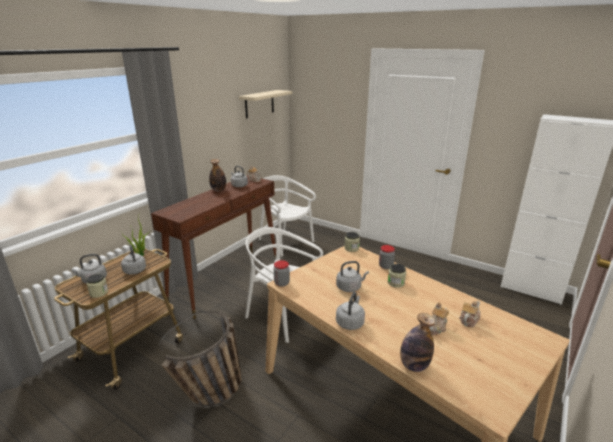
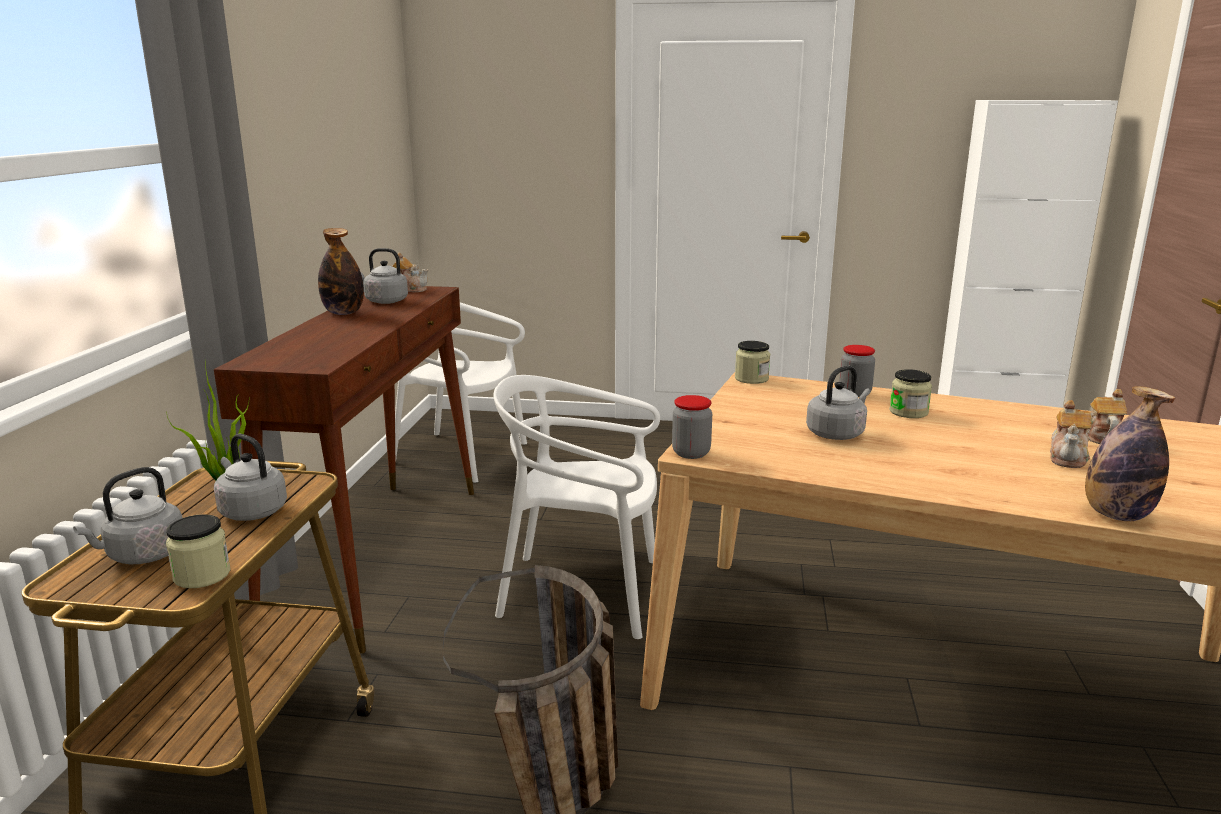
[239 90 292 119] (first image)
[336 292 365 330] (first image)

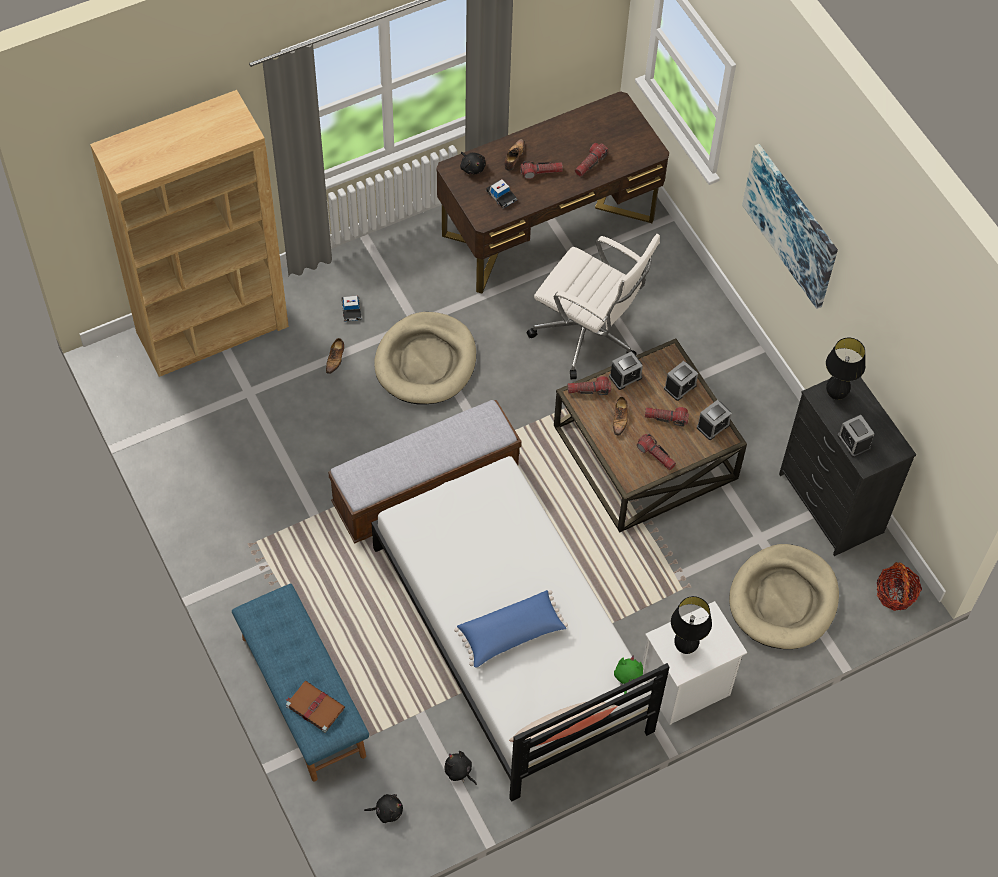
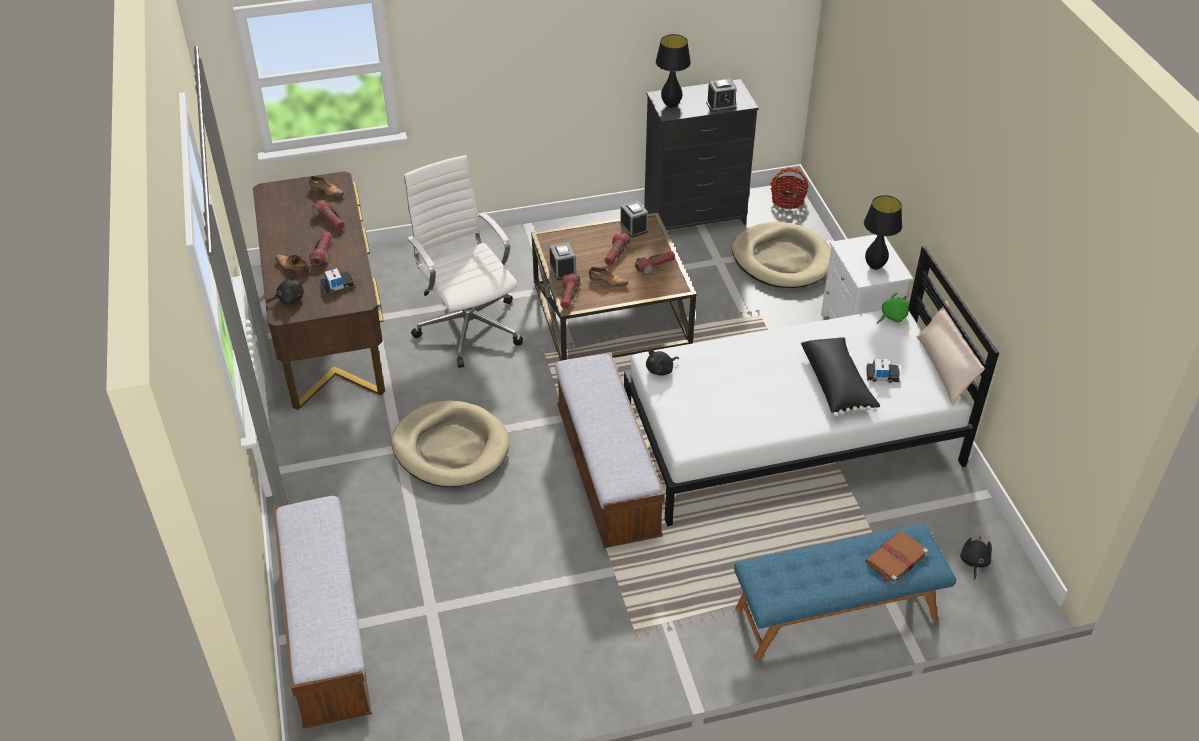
[273 495 372 729]
[309 176 344 197]
[866 359 900 383]
[646 350 679 376]
[801 336 880 417]
[404 155 523 368]
[877 292 909 324]
[664 361 698 401] (first image)
[742 144 838 309] (first image)

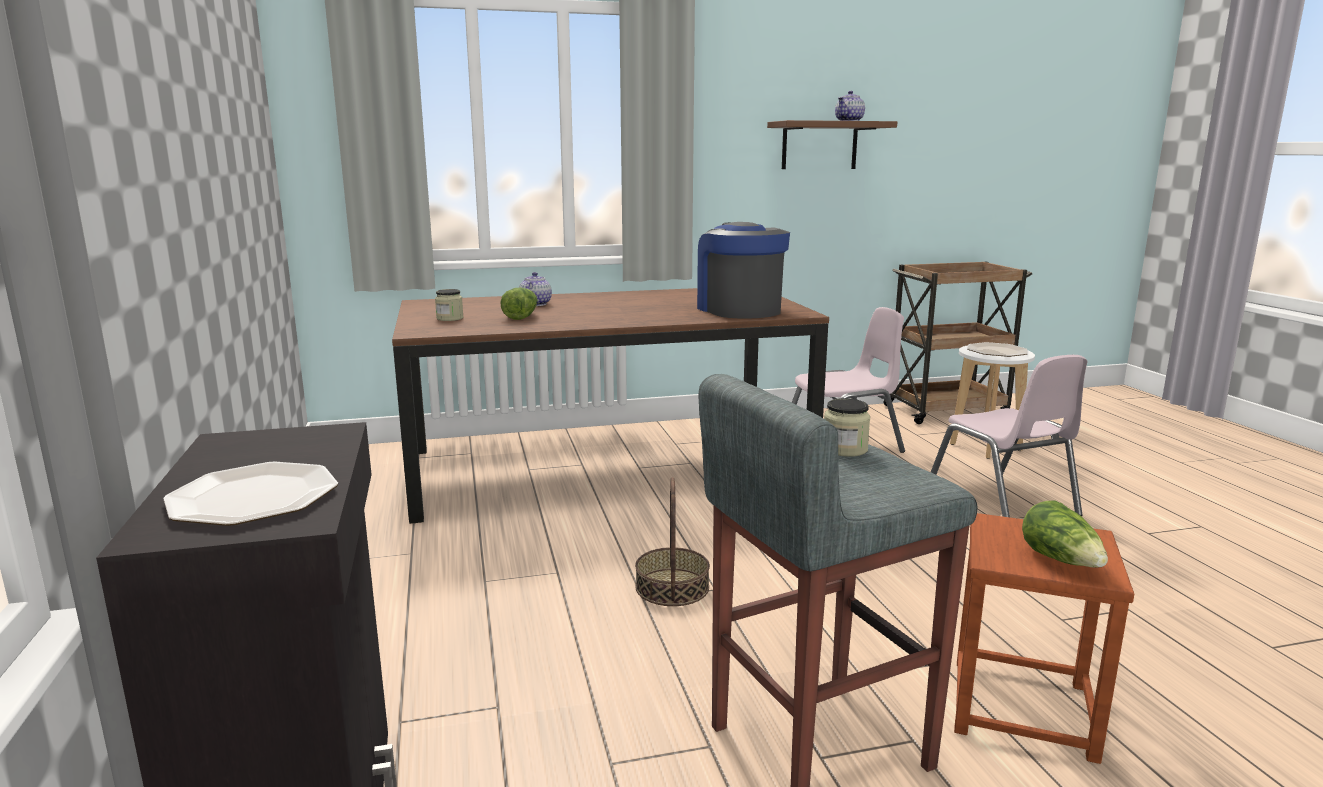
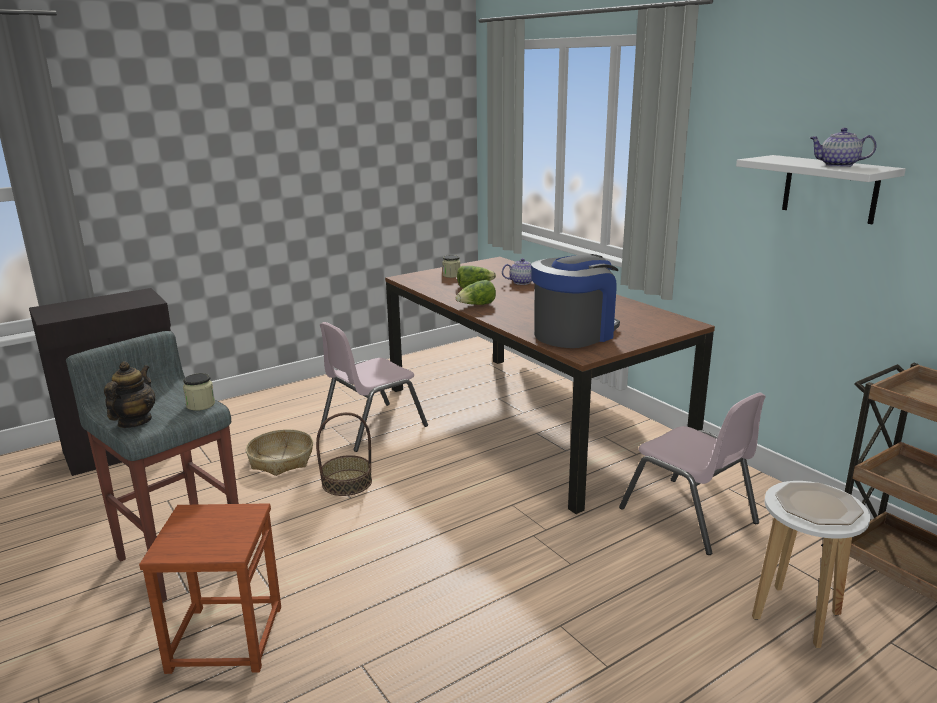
[163 462 338 526] (first image)
[736 155 906 224]
[320 322 428 452]
[456 280 496 305]
[104 361 155 428]
[246 429 313 476]

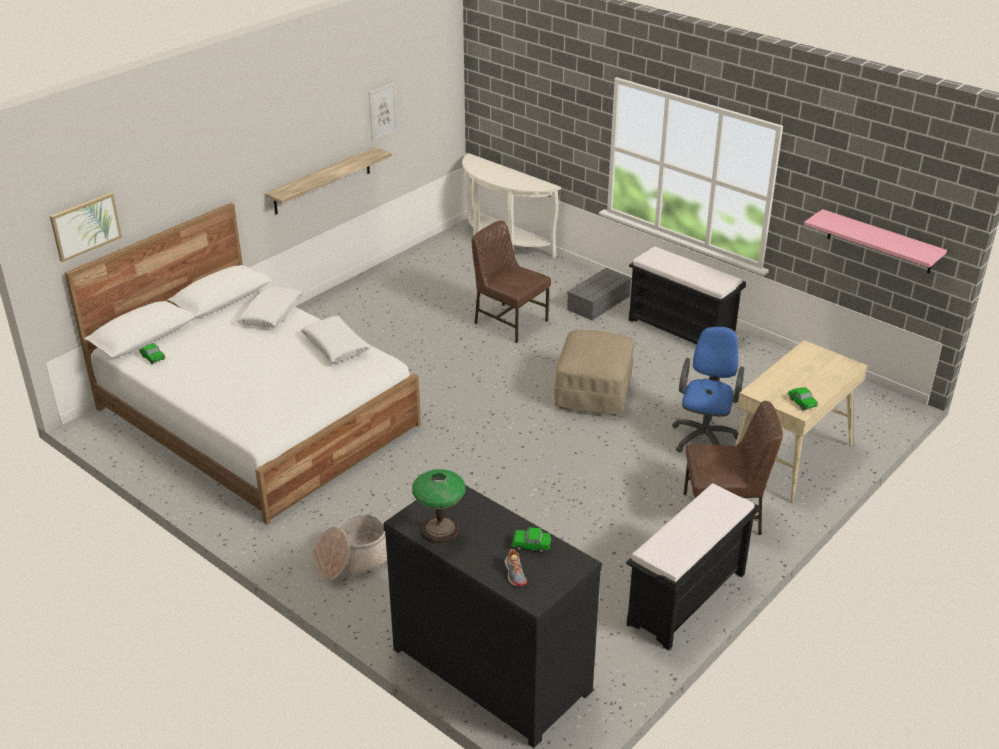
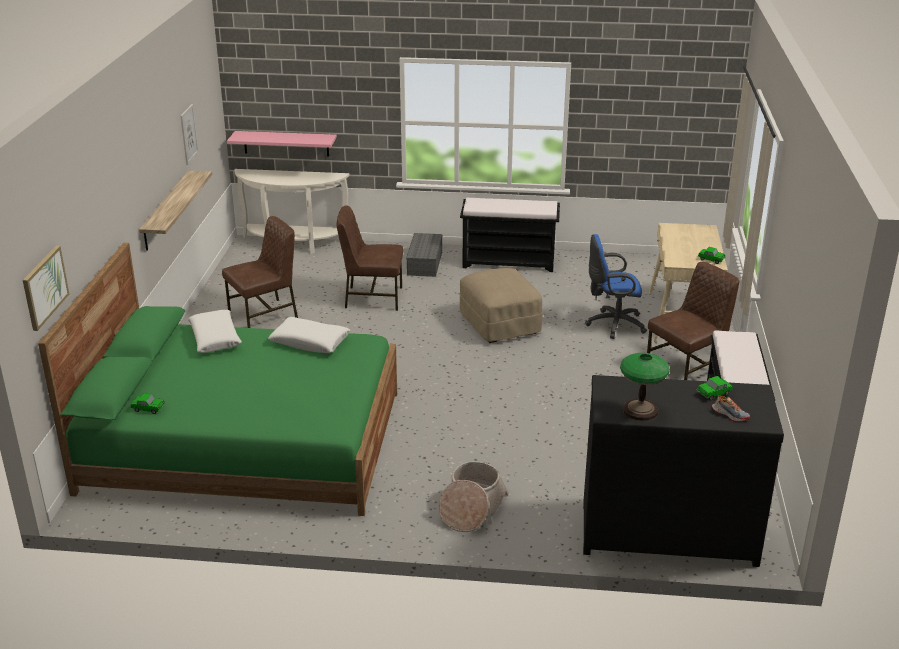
[38 243 397 516]
[585 234 647 339]
[227 131 337 157]
[222 216 298 328]

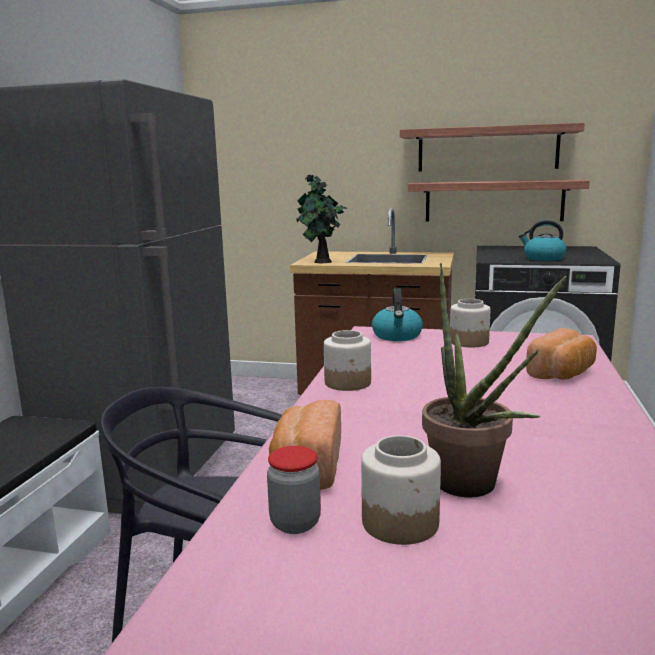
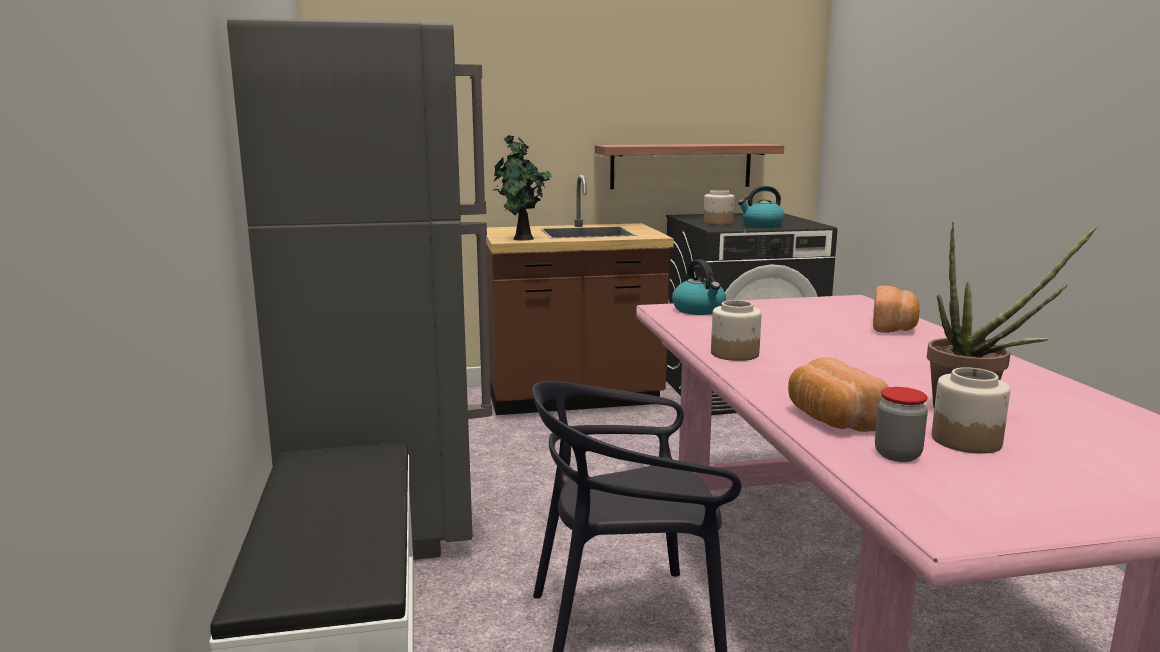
[400 123 585 172] (first image)
[704 190 734 225]

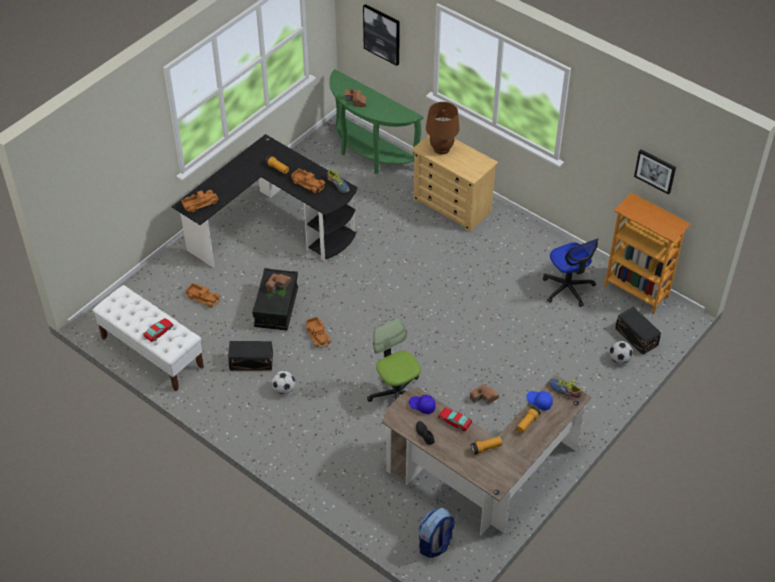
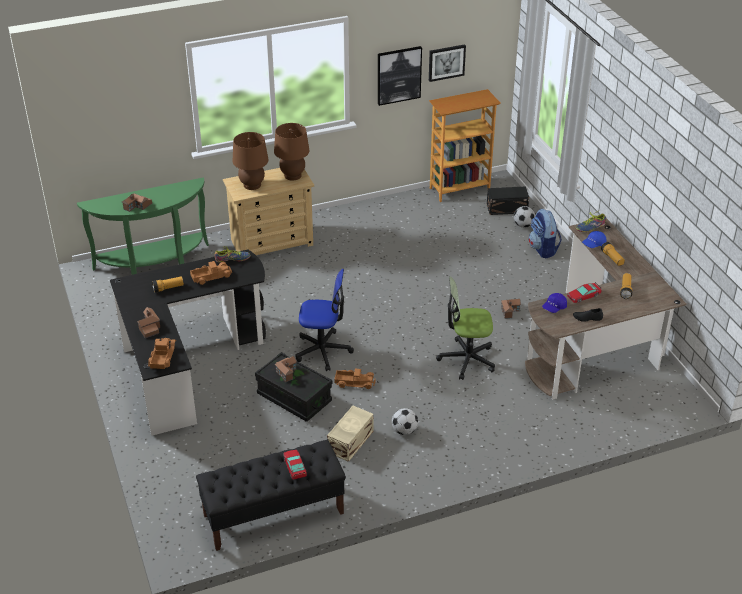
[196 440 346 551]
[185 283 220 308] (first image)
[327 406 374 462]
[378 46 422 106]
[529 209 562 258]
[295 269 354 371]
[137 307 160 338]
[274 123 310 180]

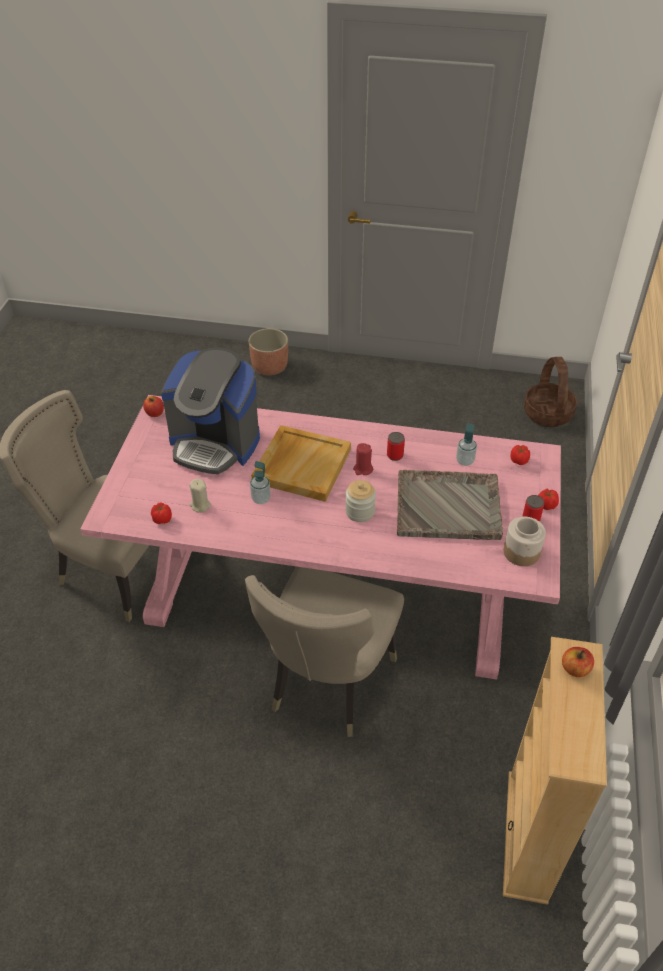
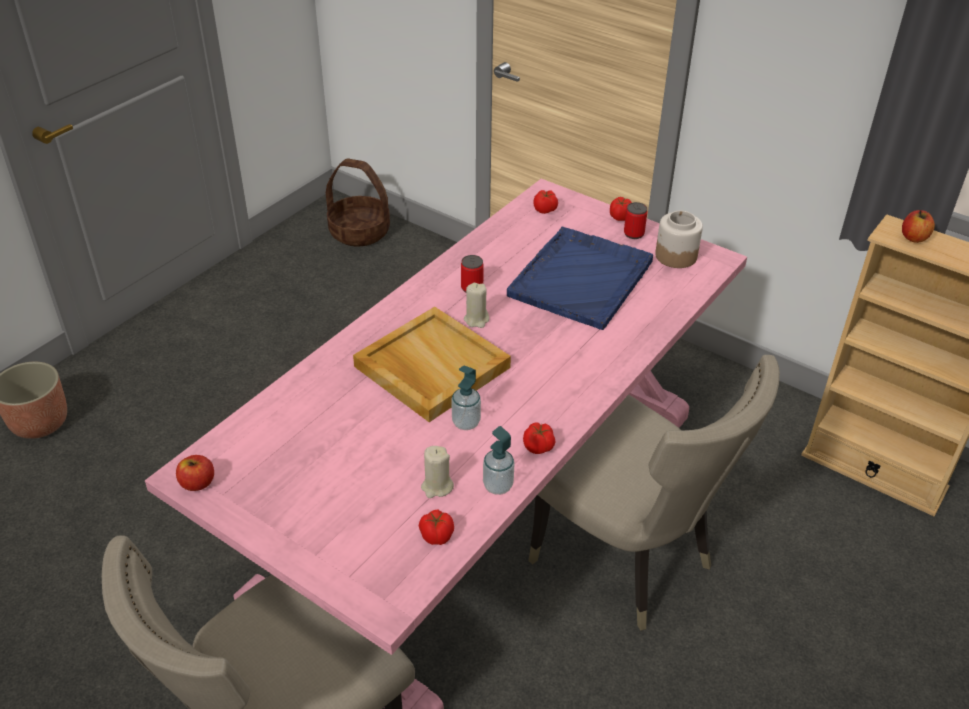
[161 347 260 474] (first image)
[345 480 376 522] (first image)
[464 283 489 328]
[507 227 653 330]
[483 426 515 495]
[523 422 555 454]

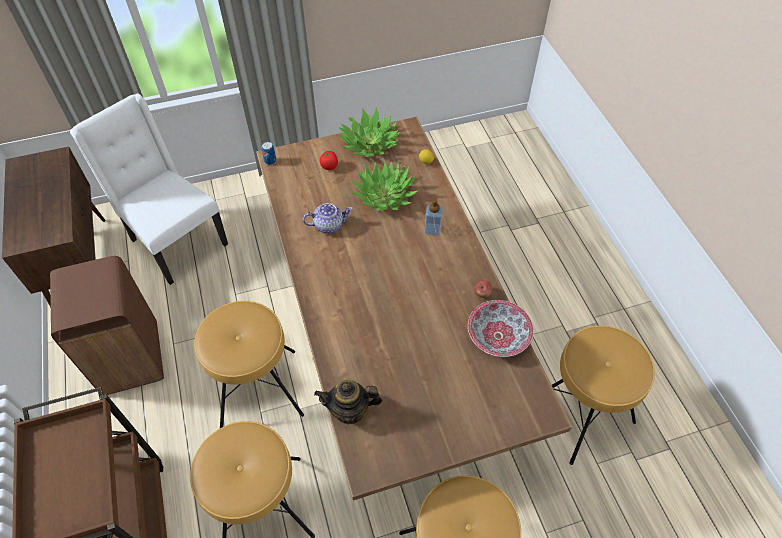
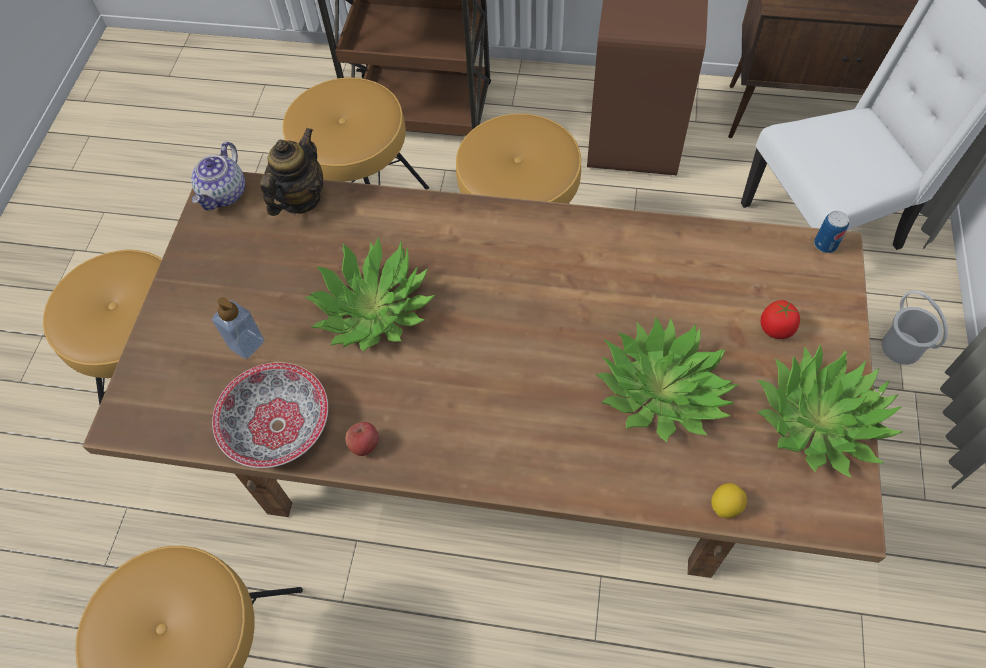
[191 142 245 211]
[212 297 265 359]
[304 237 435 352]
[882 290 948 365]

